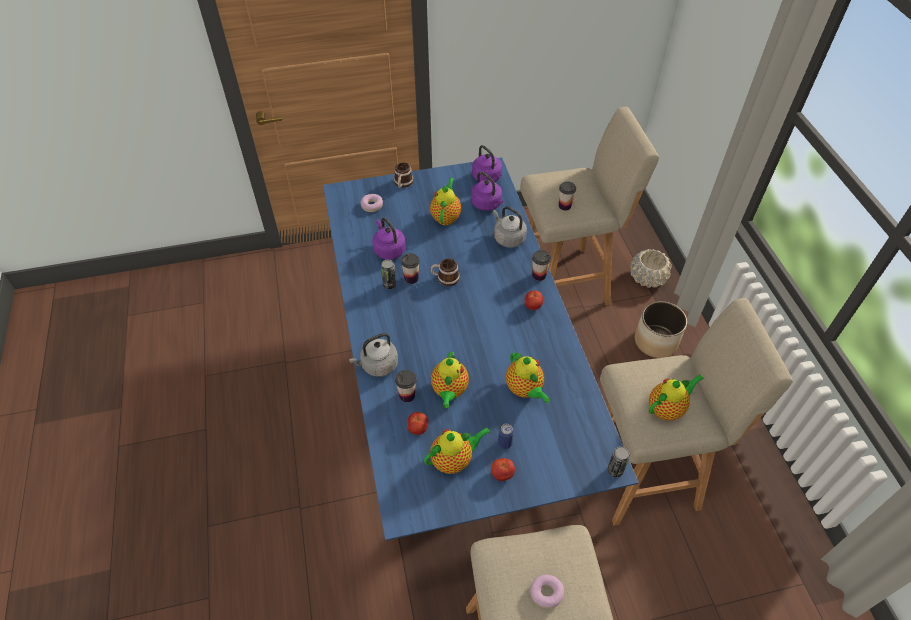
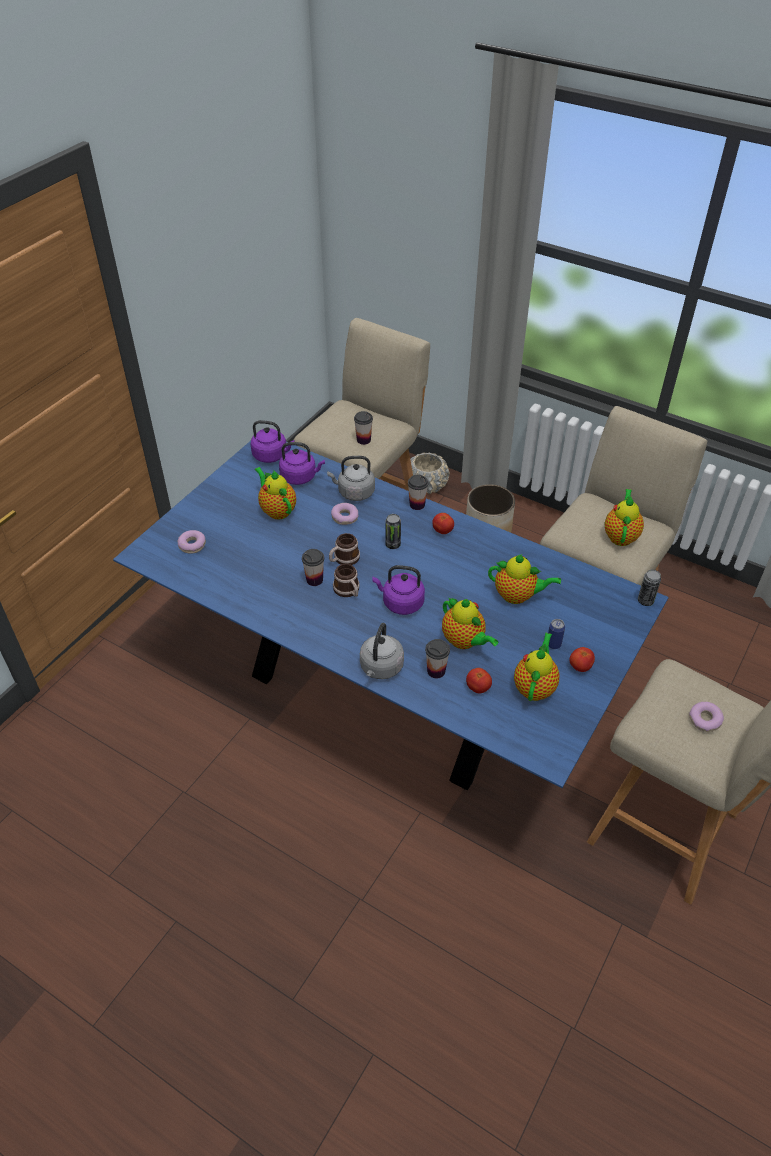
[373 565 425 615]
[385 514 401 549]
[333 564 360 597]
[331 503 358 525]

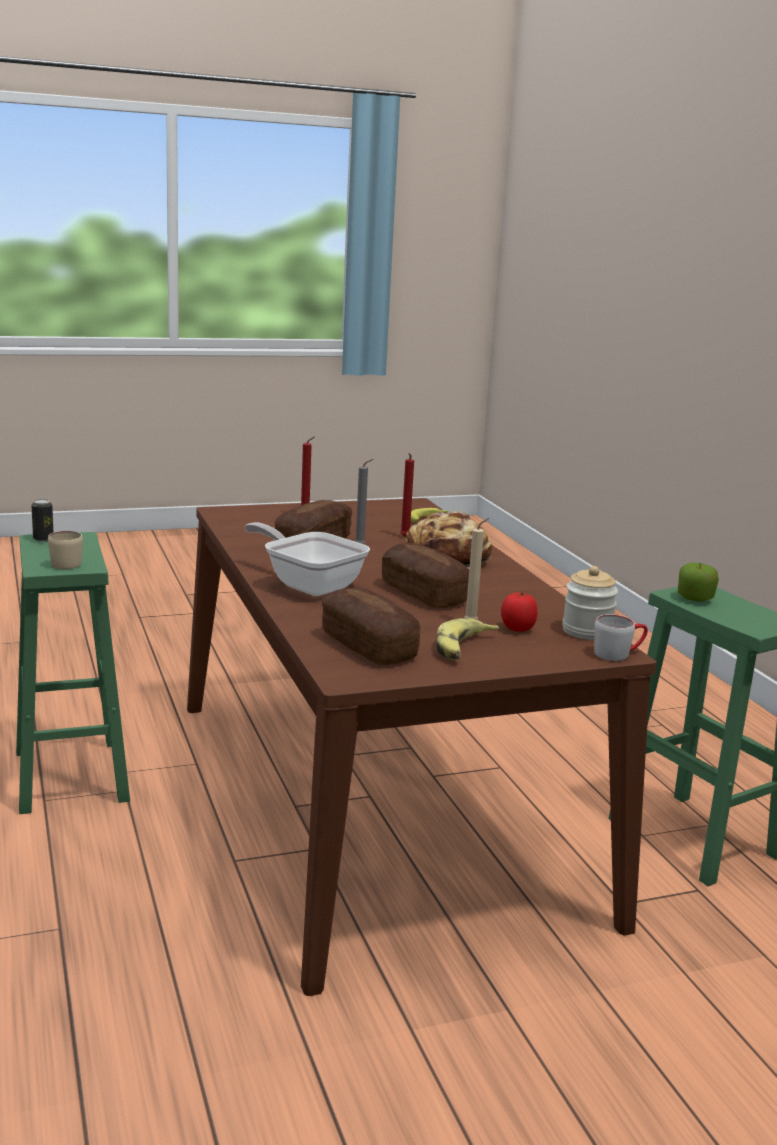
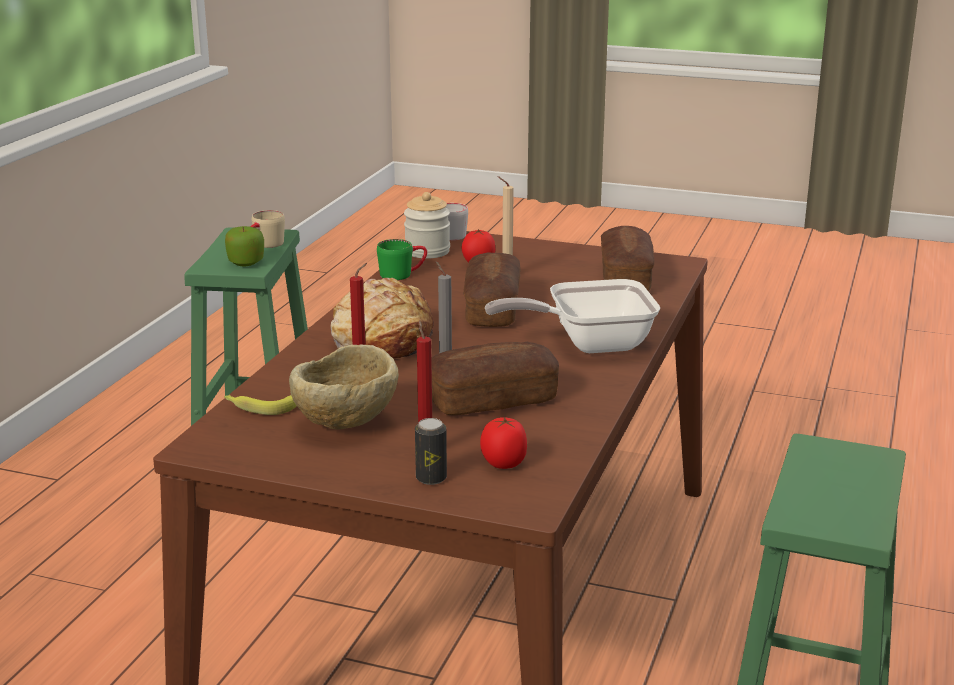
[415 418 447 485]
[250 210 285 248]
[485 279 660 353]
[436 618 500 660] (first image)
[289 344 399 429]
[377 239 427 280]
[480 417 527 469]

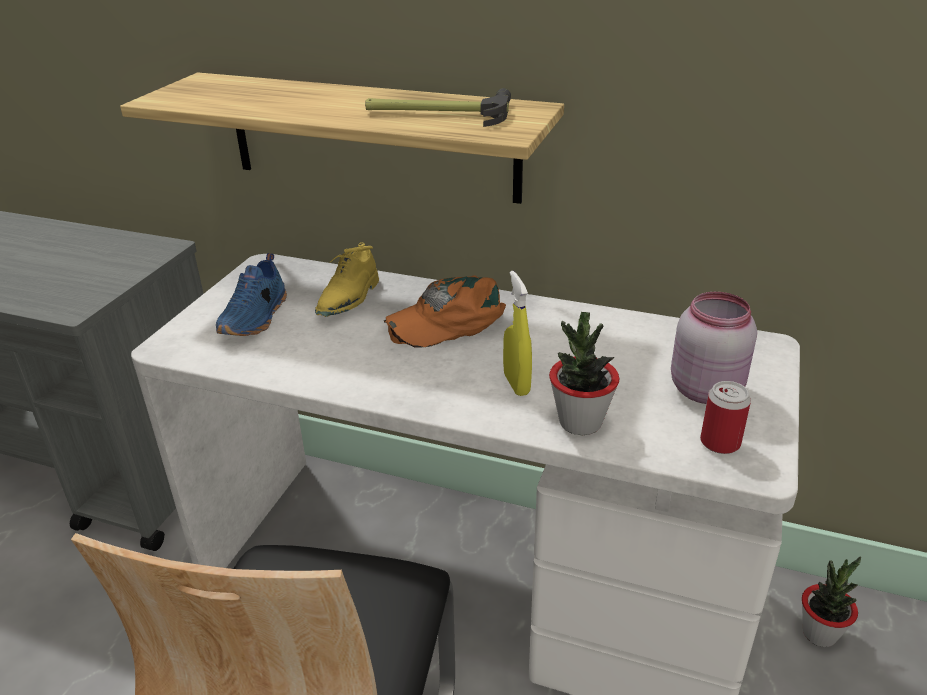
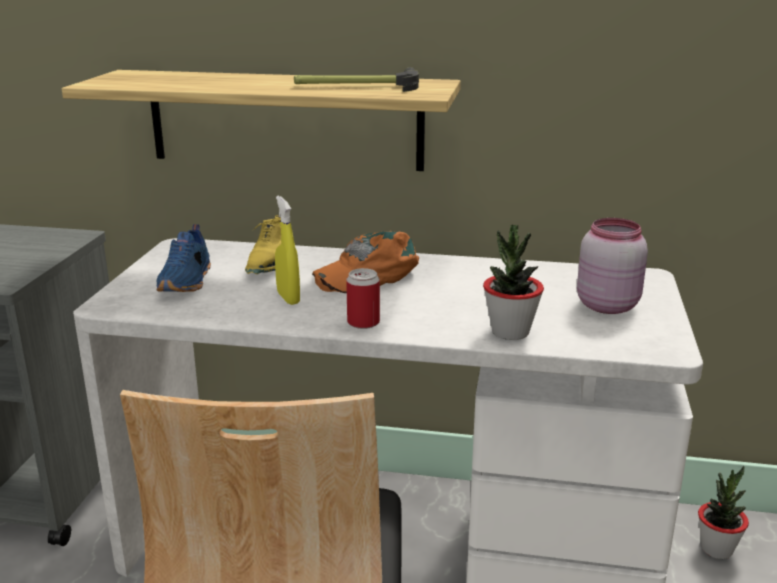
[275 196 300 305]
[346 268 380 329]

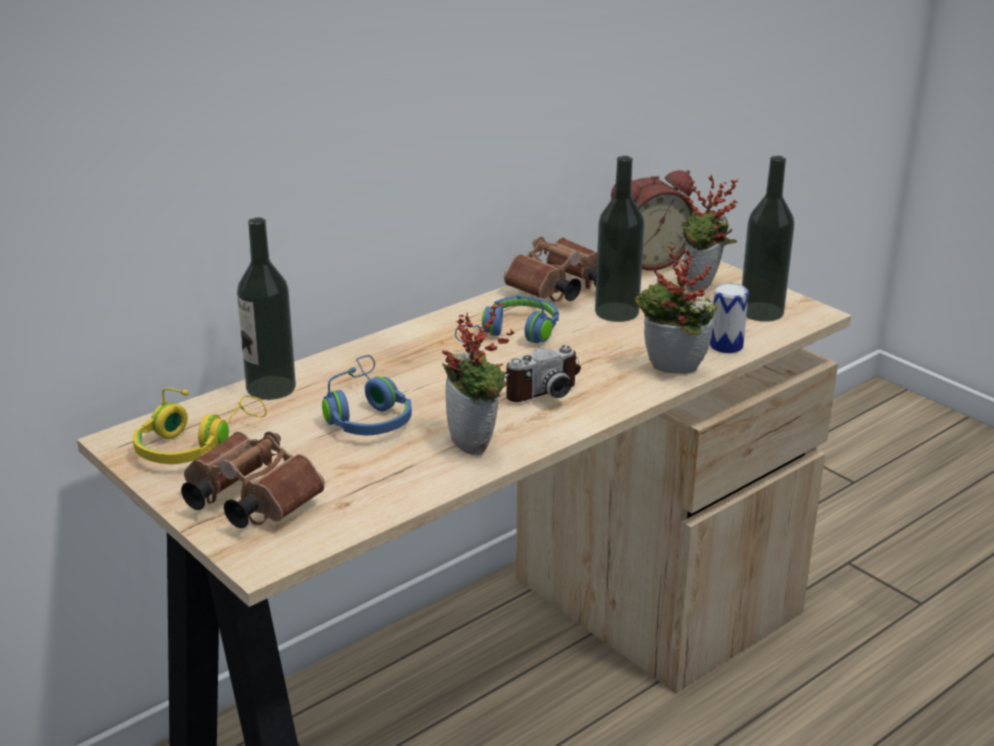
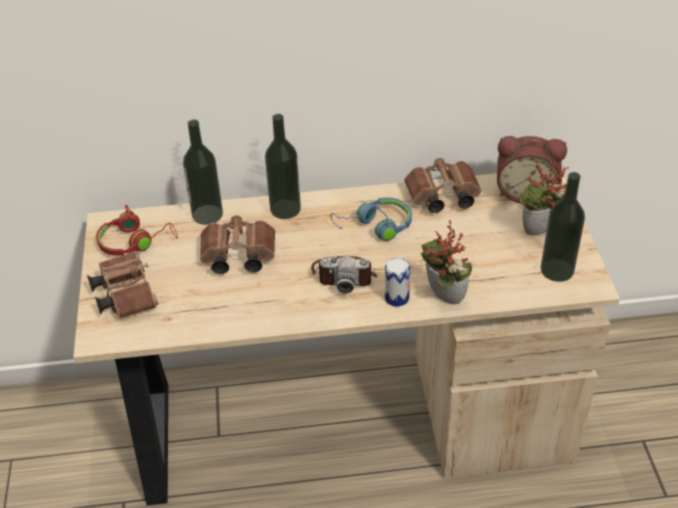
[96 205 178 256]
[200 215 276 274]
[442 302 515 455] (first image)
[265 114 301 219]
[385 258 410 307]

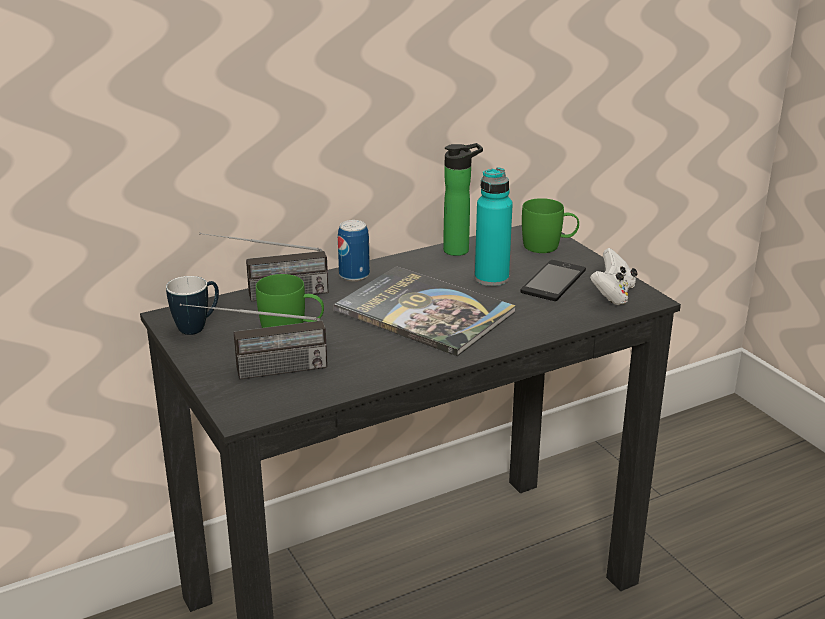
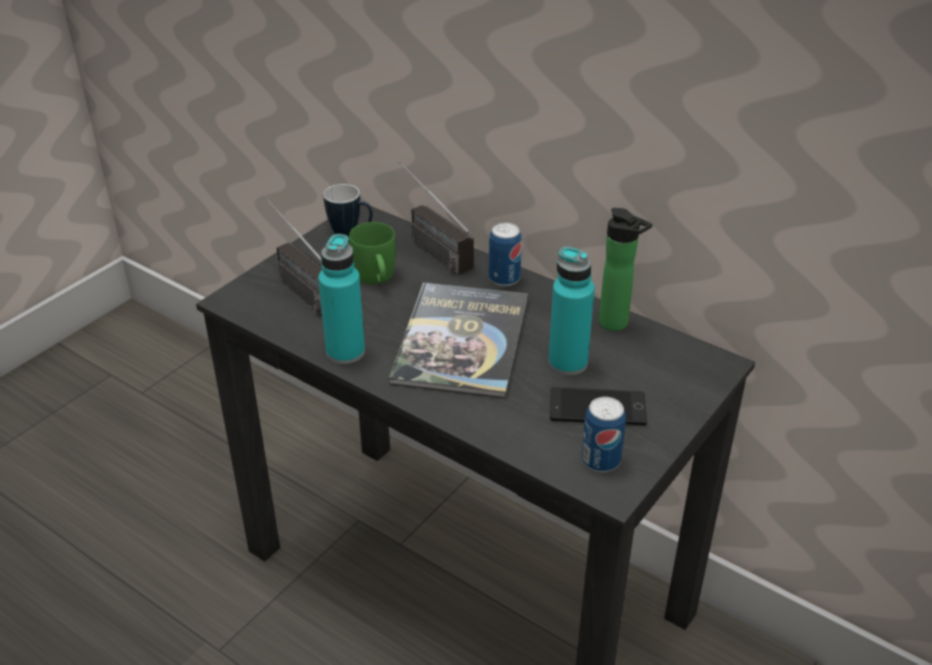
[522 198 579 253] (first image)
[581 397 626 472]
[318 234 365 364]

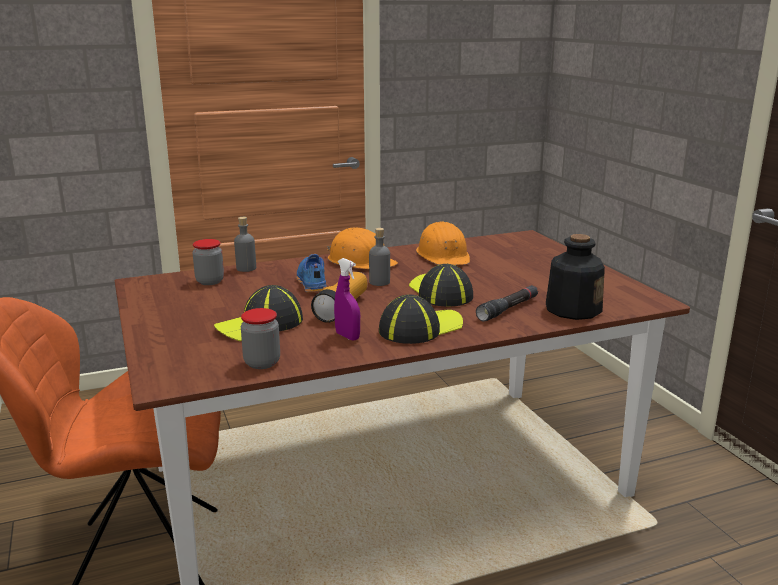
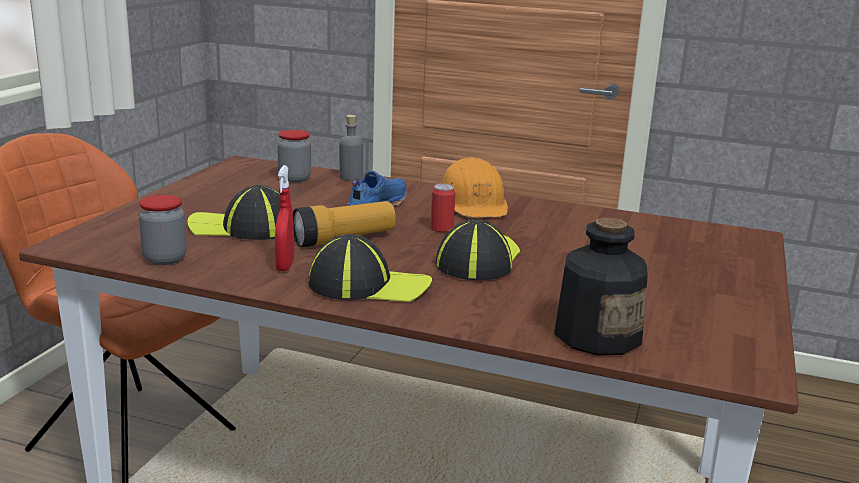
[275 165 294 271]
[430 184 455 232]
[416 221 470 265] (first image)
[476 285 538 321] (first image)

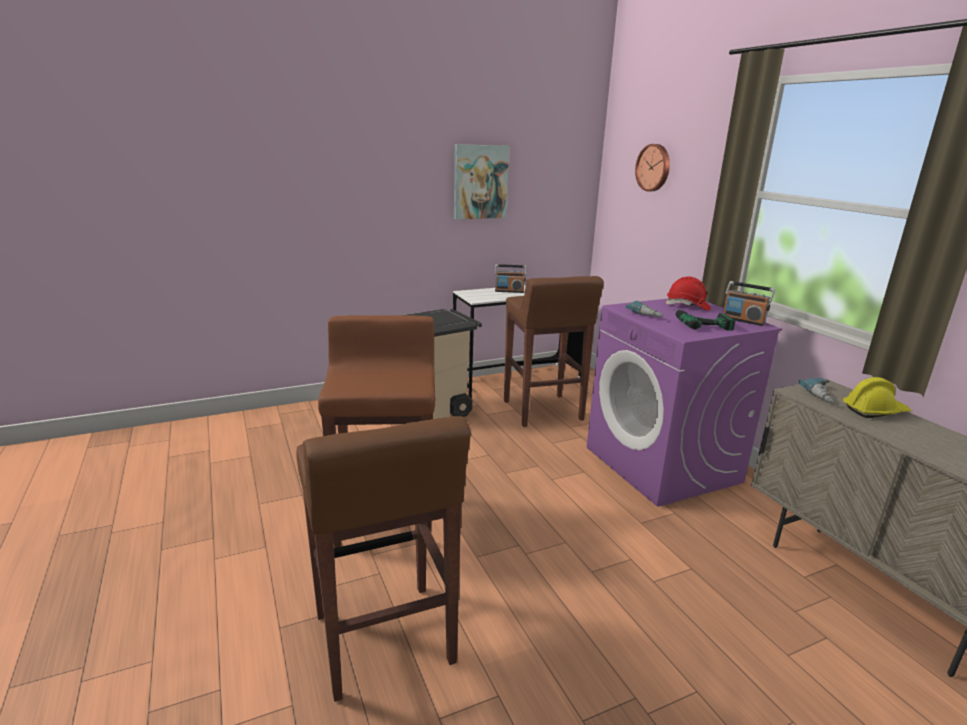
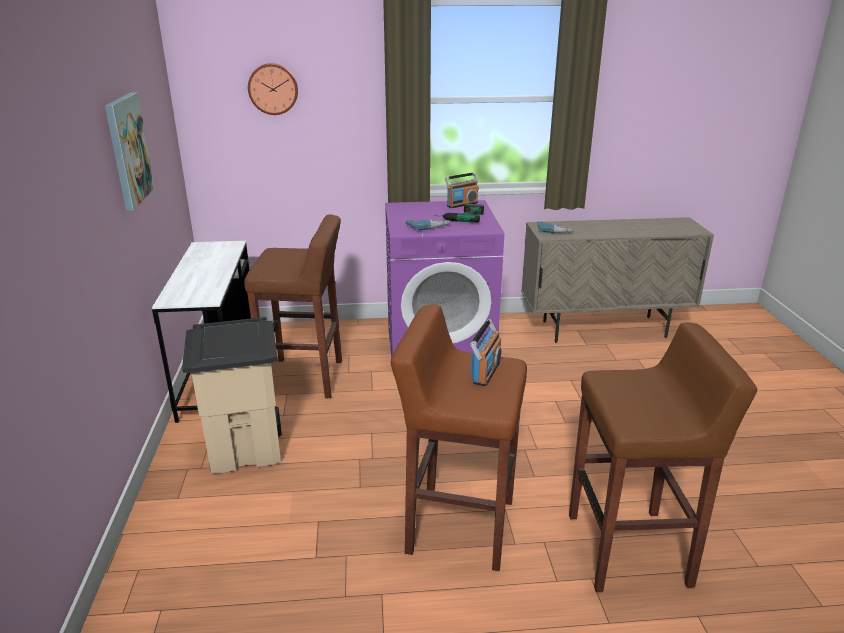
[470 319 501 386]
[666 277 711 311] (first image)
[843 377 911 418] (first image)

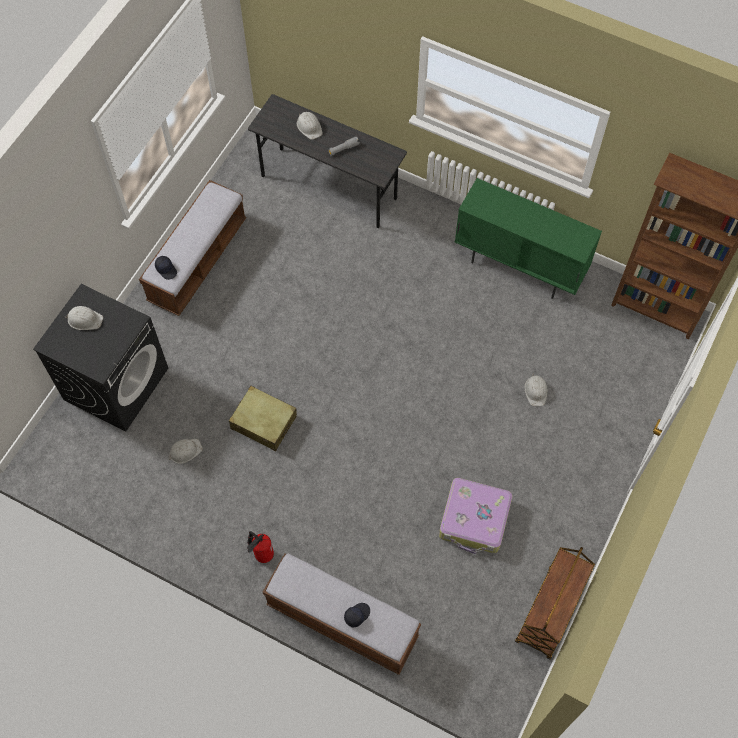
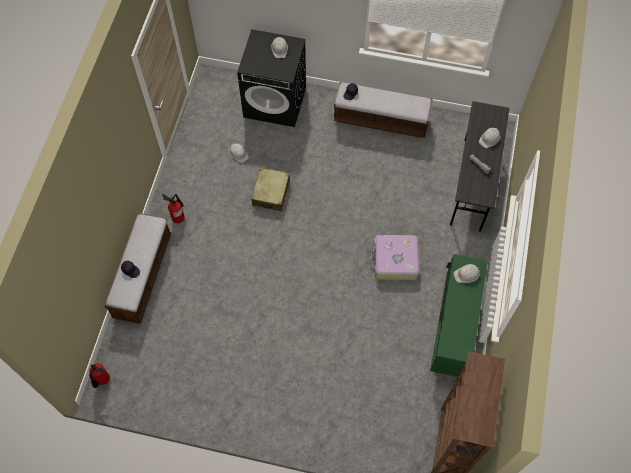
[370 235 419 280]
[515 547 595 659] (first image)
[453 264 481 283]
[89 363 110 388]

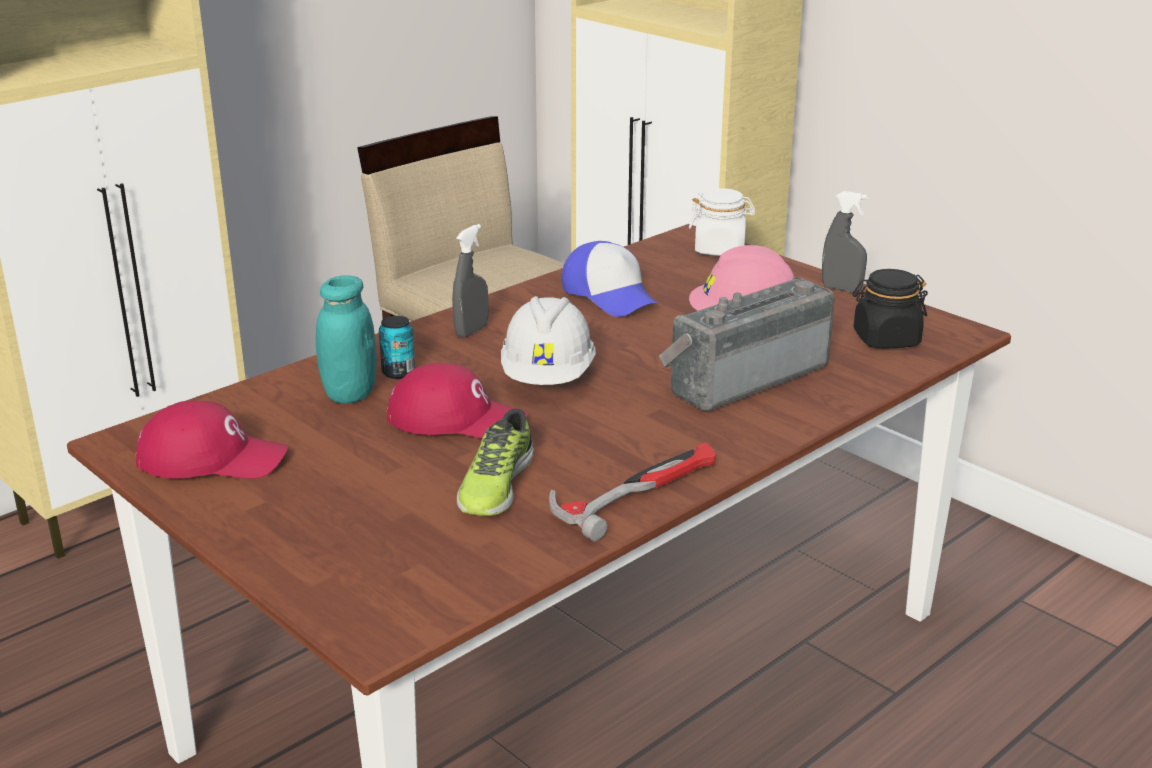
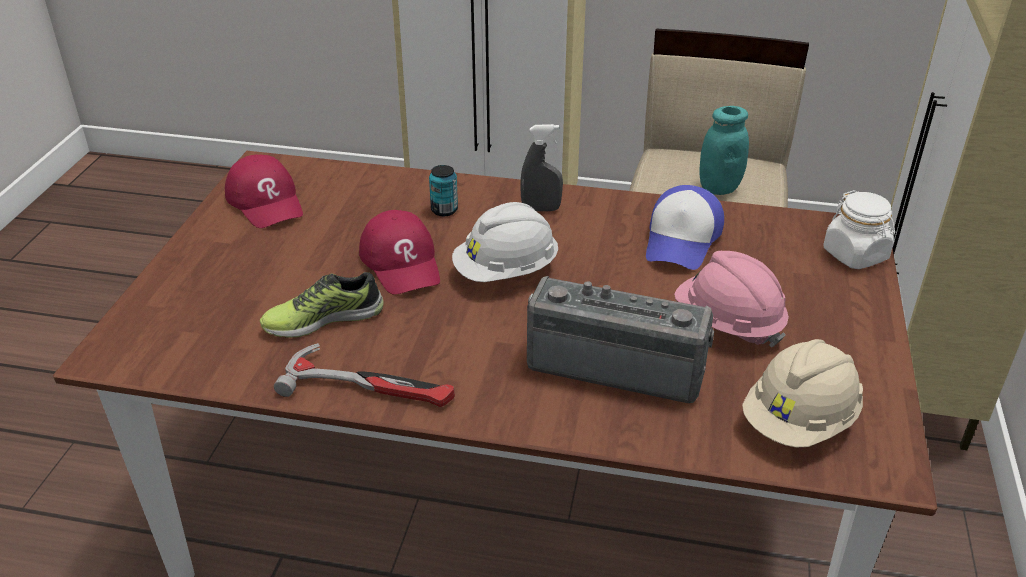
[699 106 749 195]
[822 191 868 292] (first image)
[742 339 863 447]

